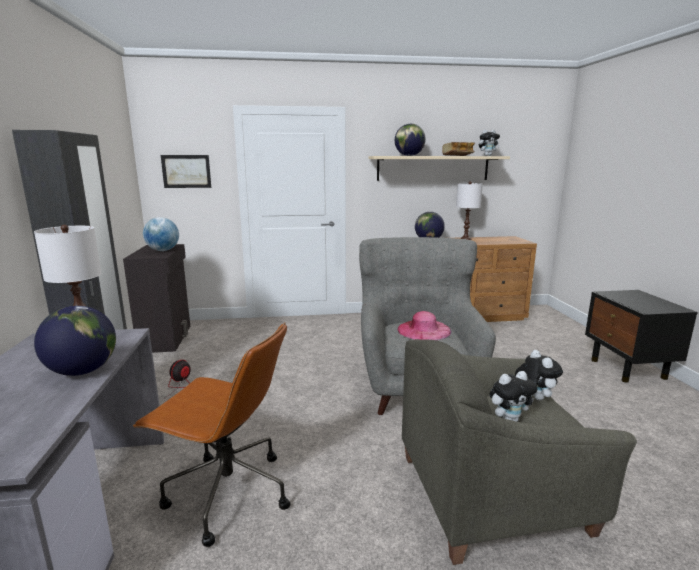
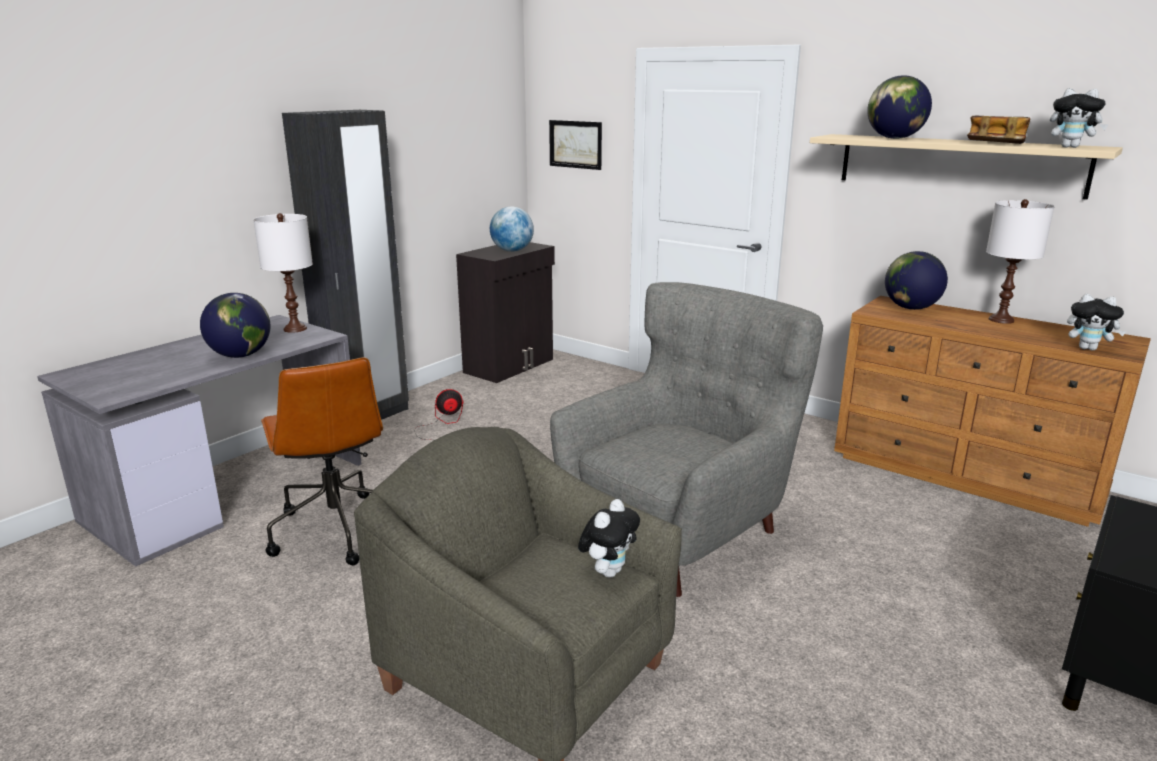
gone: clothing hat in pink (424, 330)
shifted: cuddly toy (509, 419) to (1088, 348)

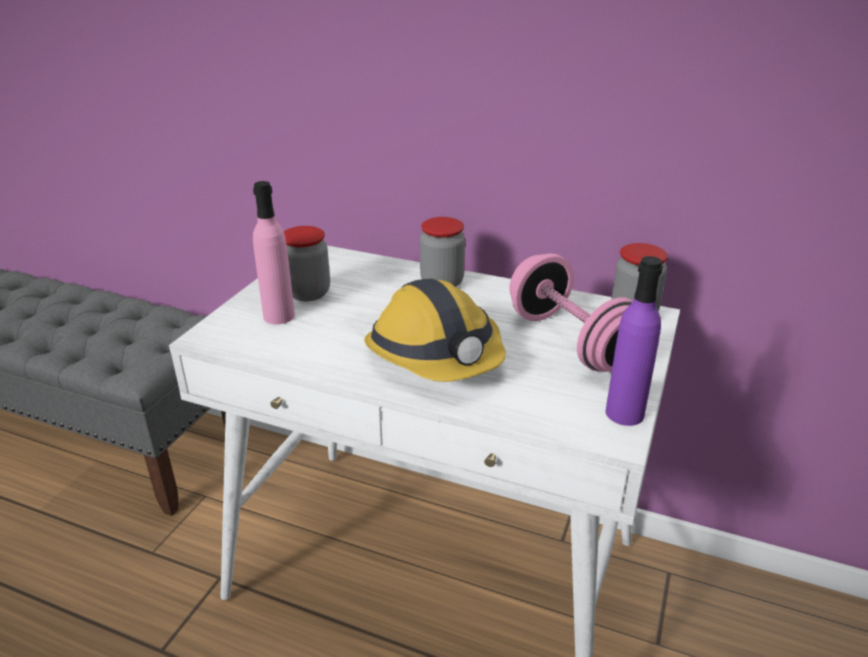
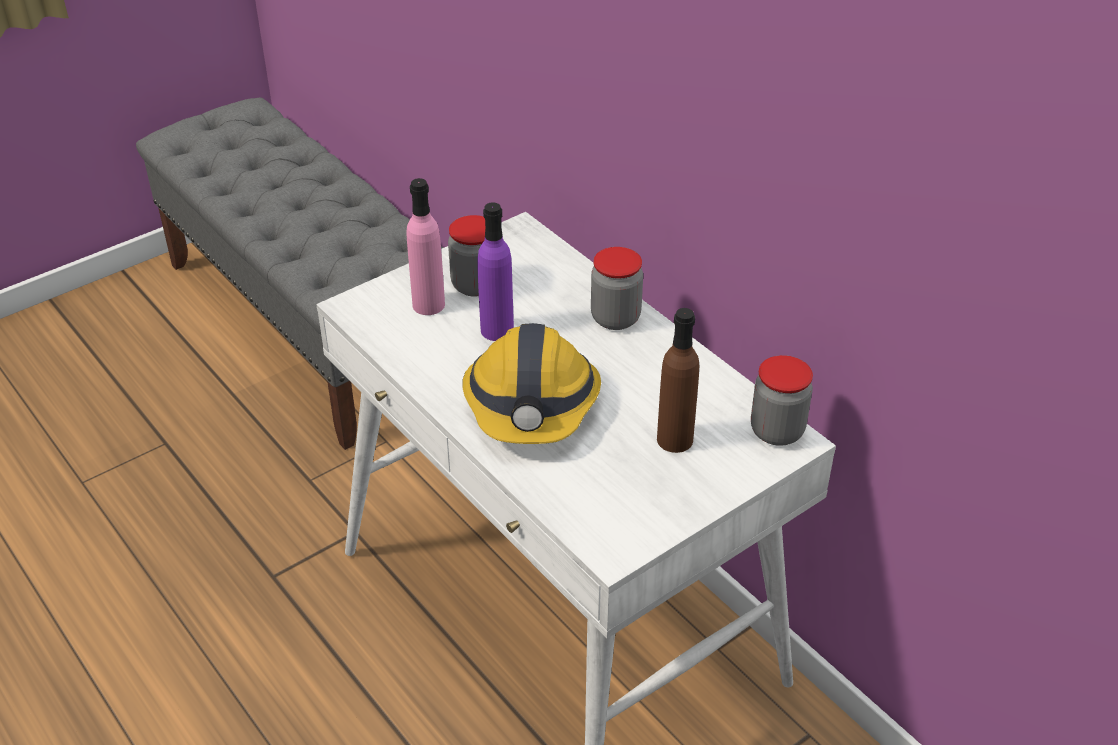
shifted: drink bottle in purplish (624, 413) to (497, 330)
swapped: hand weight in pink (571, 341) to drink bottle in brownish (674, 439)

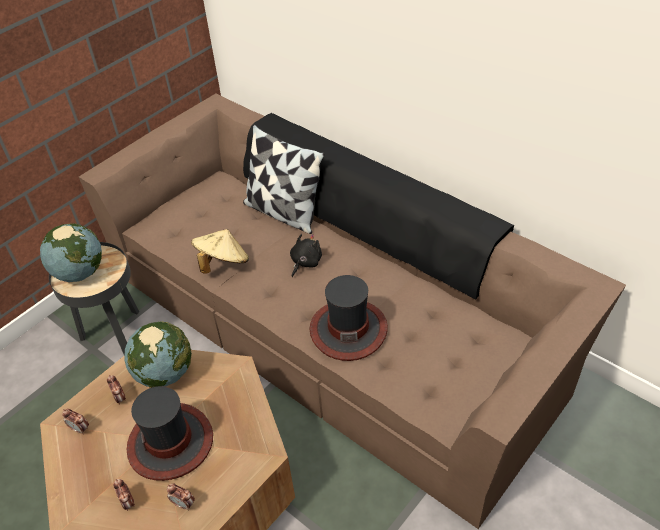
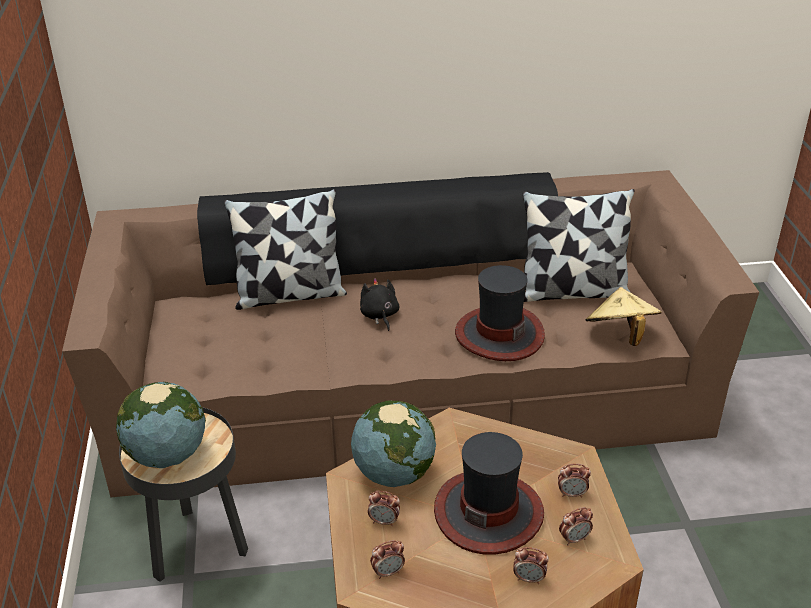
new: pillow (572, 291); bedside clock (572, 494)
shifted: clothing hat in sand-coloured (222, 263) to (620, 335)

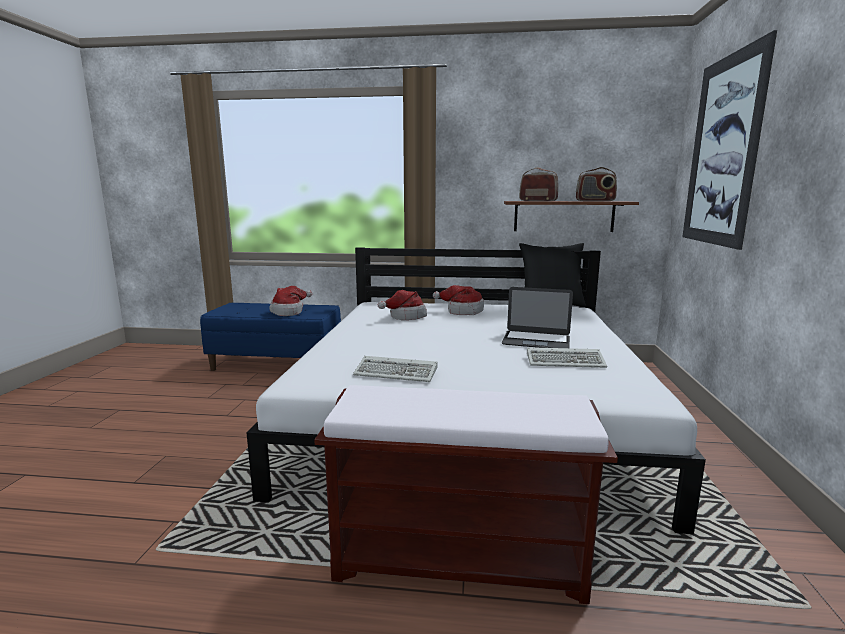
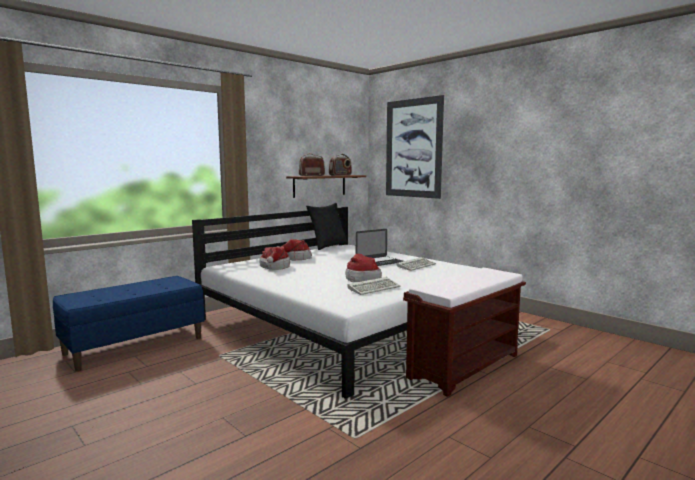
shifted: clothing hat (289, 311) to (362, 278)

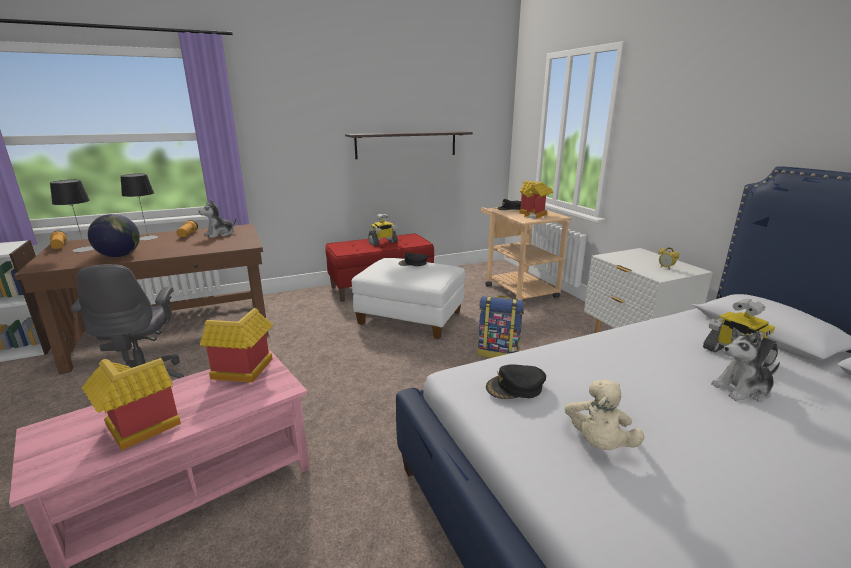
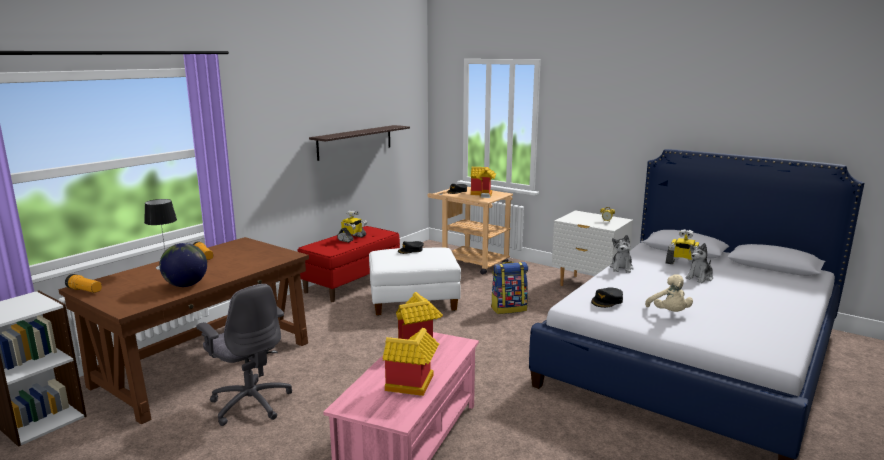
gone: table lamp (84, 249)
shifted: cuddly toy (220, 234) to (621, 268)

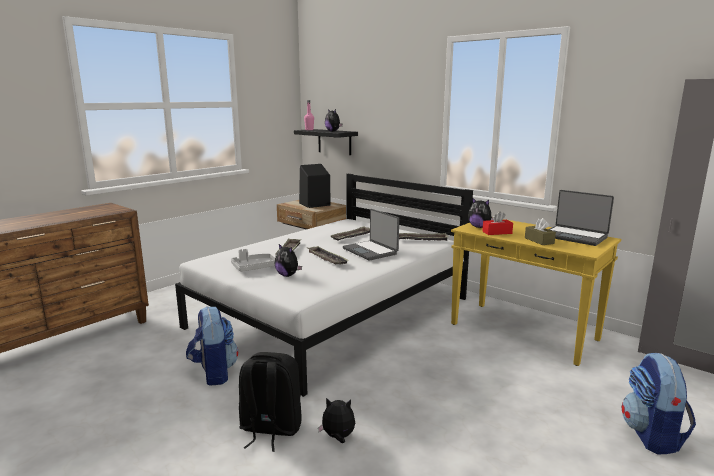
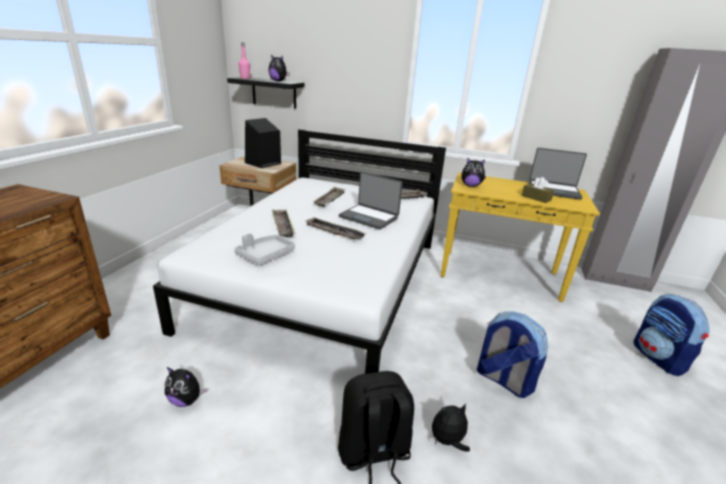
gone: tissue holder in red-coloured (497, 232)
shifted: cuddly toy (288, 275) to (186, 400); backpack (214, 373) to (502, 380)

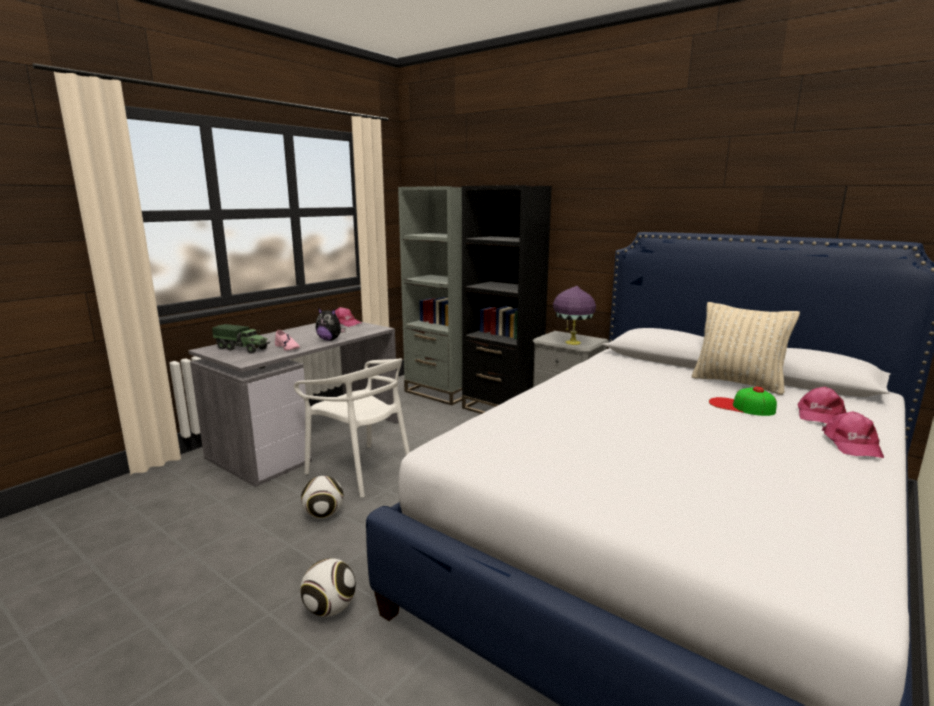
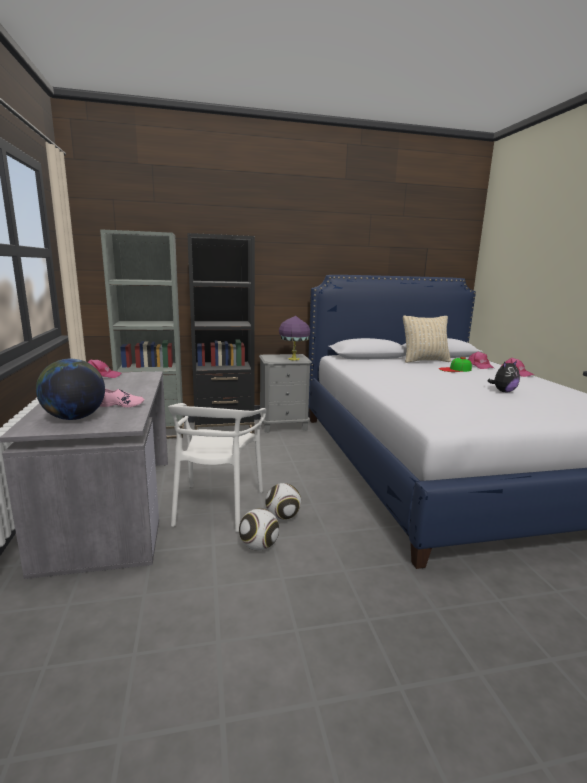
shifted: cuddly toy (330, 340) to (503, 391); ball for football (329, 609) to (282, 517)
swapped: model truck (243, 349) to world globe (74, 418)
rotated: chair in white-coloured (361, 470) = (216, 506) 105 degrees clockwise

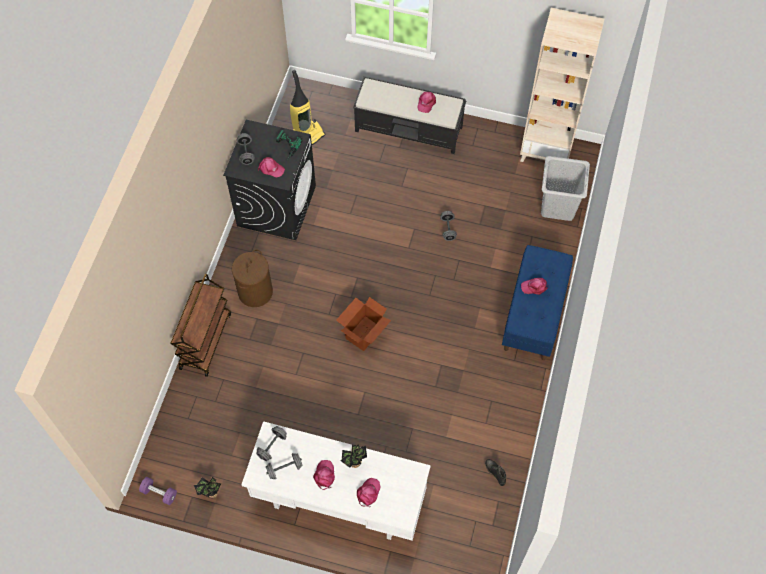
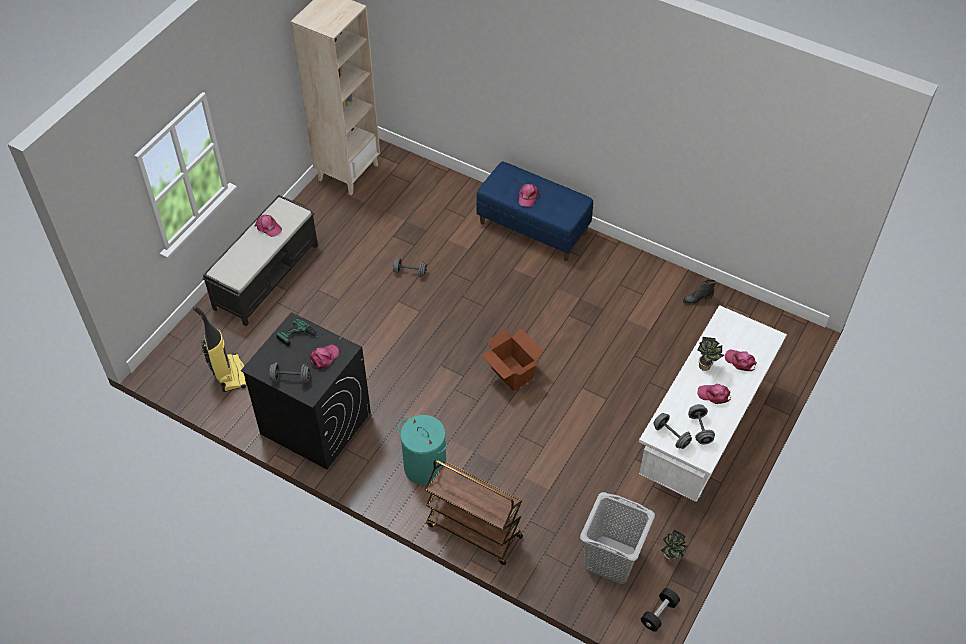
shifted: washing basket in greyish (558, 206) to (612, 559)
repainted: washing basket in brownish (255, 291) to washing basket in turquoise-coloured (424, 466); hand weight in purplish (159, 493) to hand weight in black (659, 613)

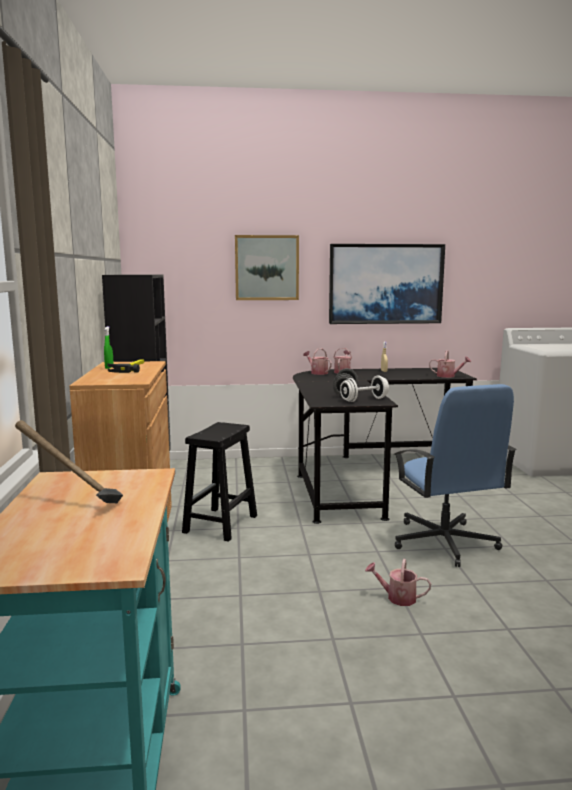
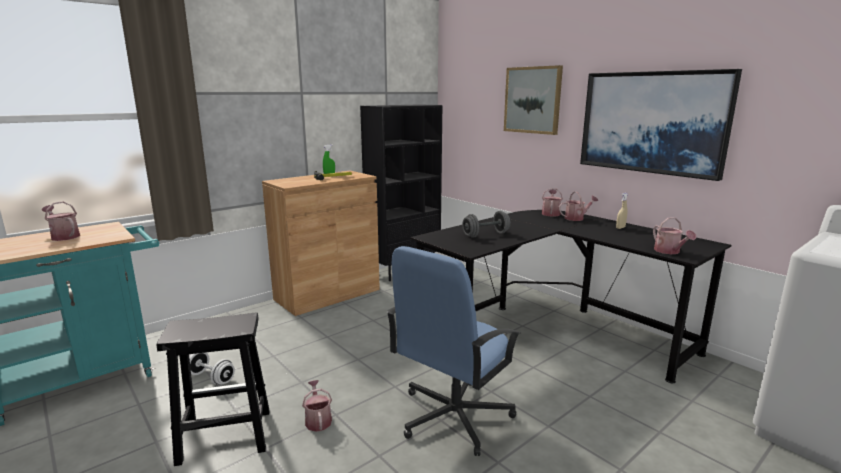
shifted: hand weight in white-coloured (364, 400) to (211, 378); stool in black (220, 524) to (223, 437)
swapped: hand hammer (72, 502) to watering pot (63, 236)

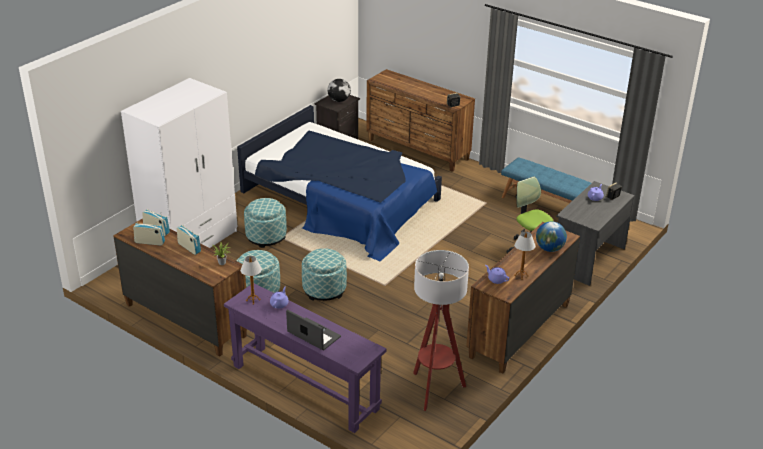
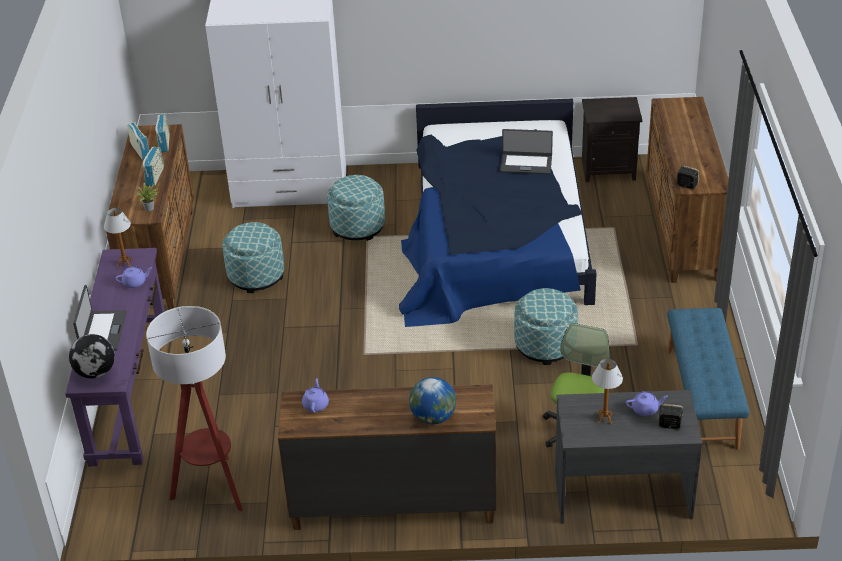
new: notebook computer (526, 164)
shifted: world globe (339, 100) to (96, 372); table lamp (521, 276) to (604, 418); footrest (324, 289) to (545, 345)

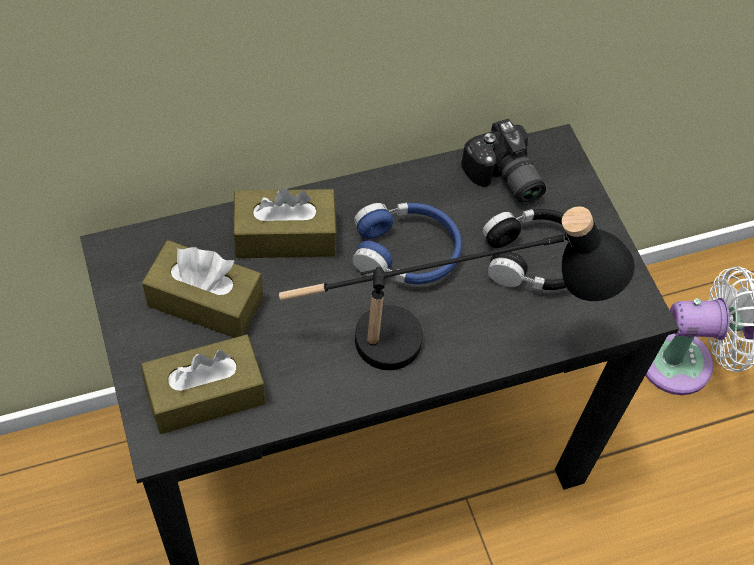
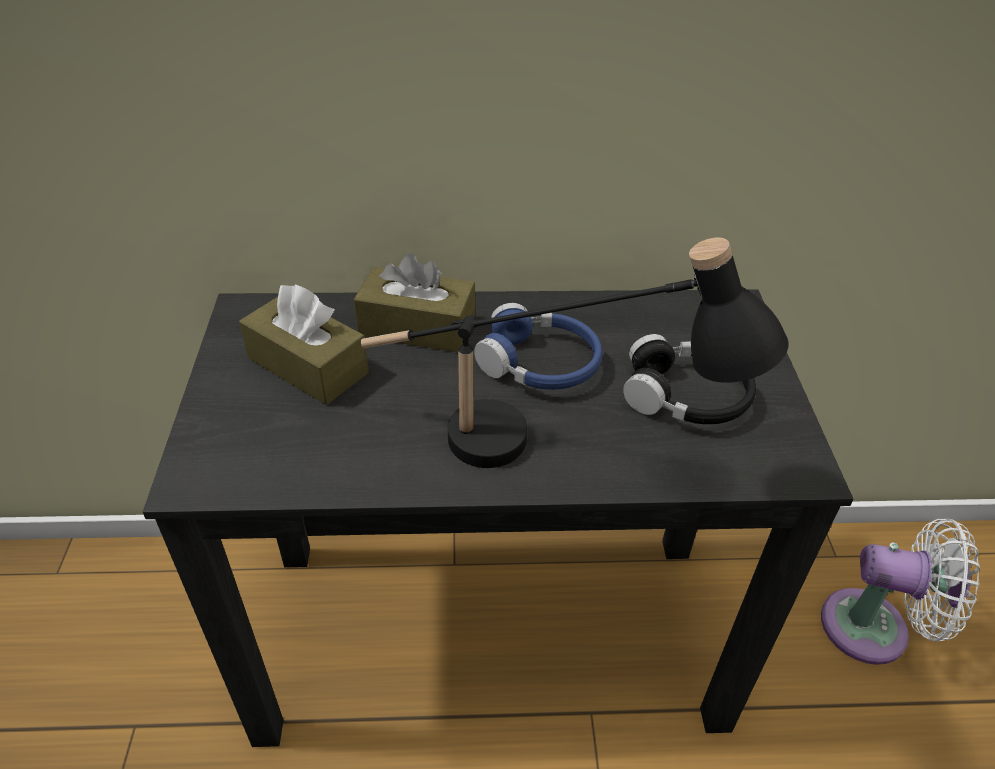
gone: still camera (503, 180); tissue holder in brownish (206, 394)

